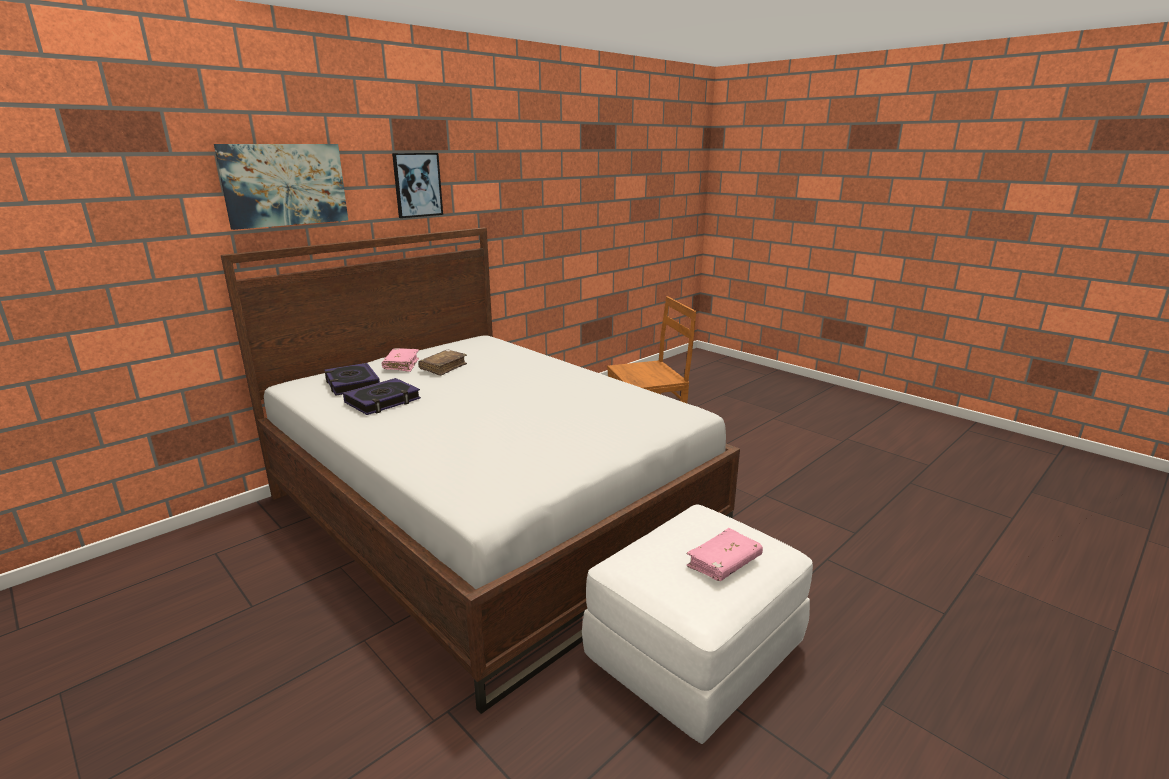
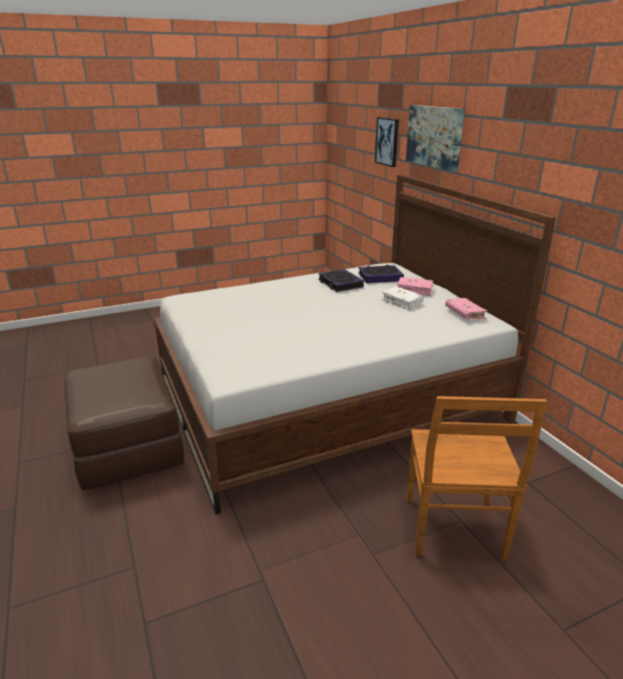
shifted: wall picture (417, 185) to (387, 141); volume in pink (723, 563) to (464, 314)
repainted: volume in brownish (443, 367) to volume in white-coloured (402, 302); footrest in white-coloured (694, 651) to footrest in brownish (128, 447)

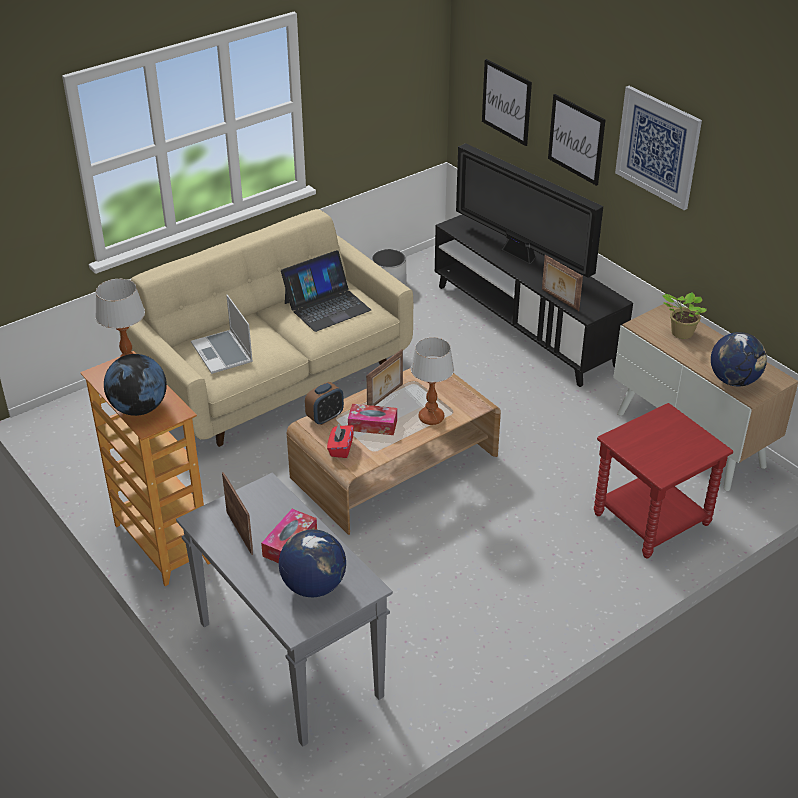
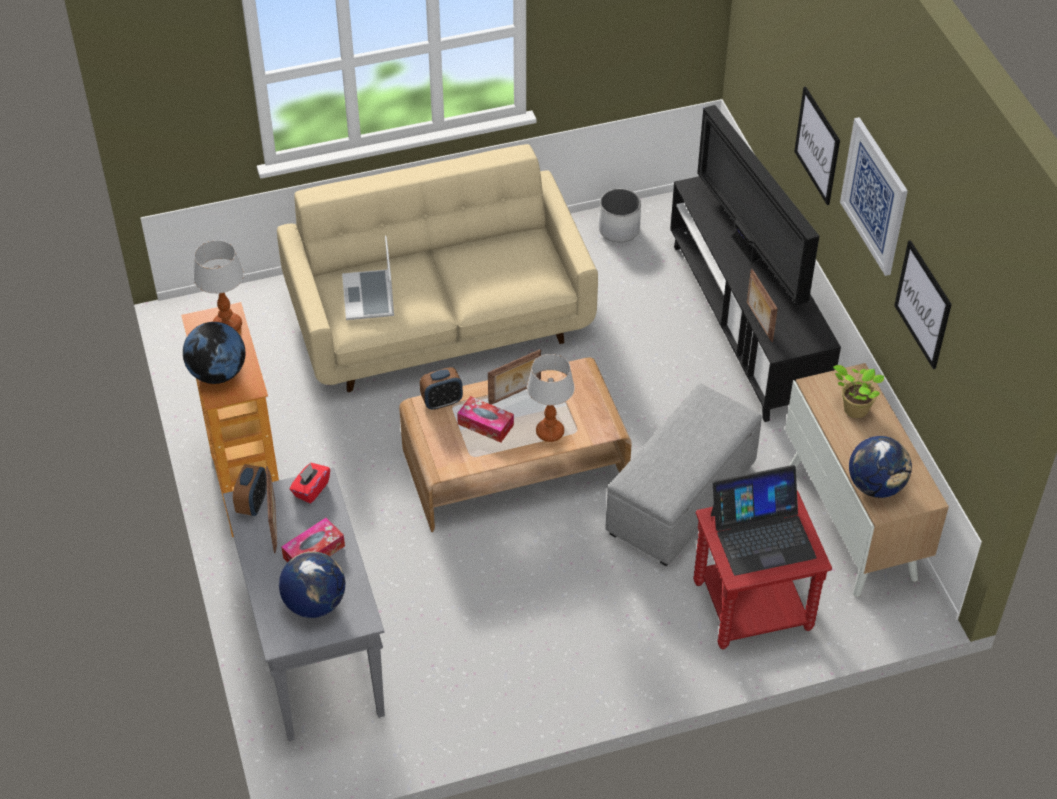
new: footrest in greyish (680, 499); bedside clock (252, 503)
shifted: wall picture (506, 102) to (923, 304); notebook computer (327, 306) to (762, 535); tissue holder in red-coloured (340, 448) to (311, 489)

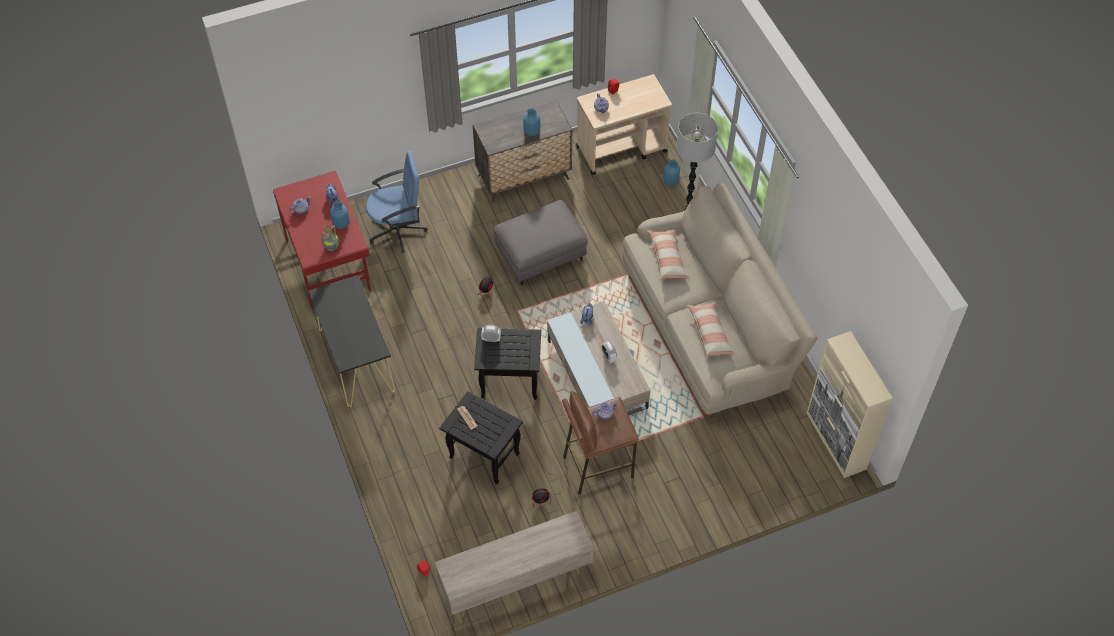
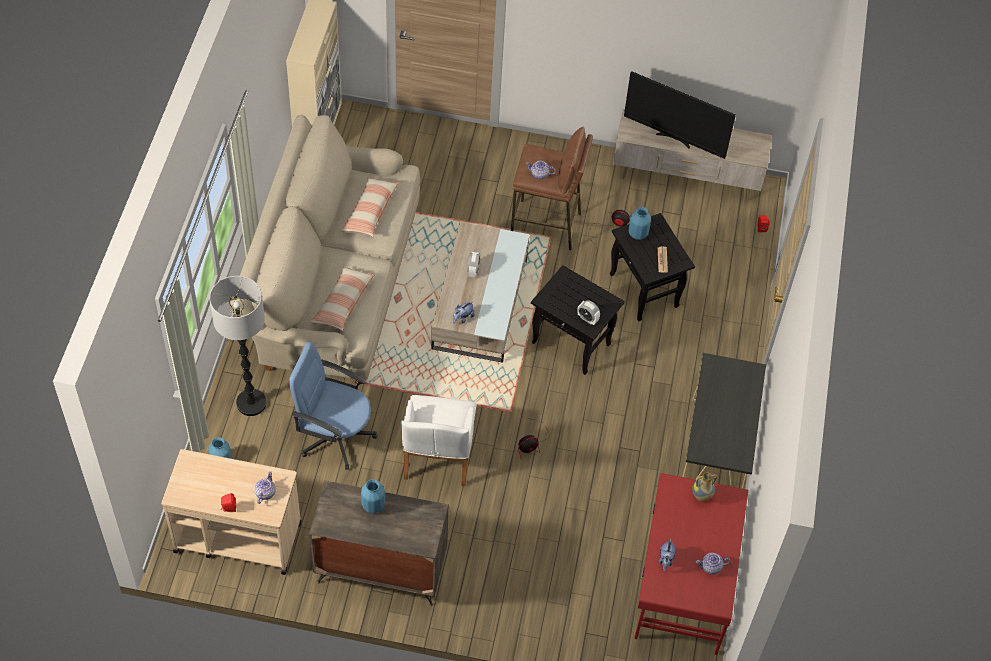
new: TV set (674, 139)
shifted: computer chair in bluish (398, 230) to (335, 435); vase in bluish (341, 224) to (637, 234)
swapped: footrest in greyish (541, 255) to lounge chair in white-coloured (437, 459)

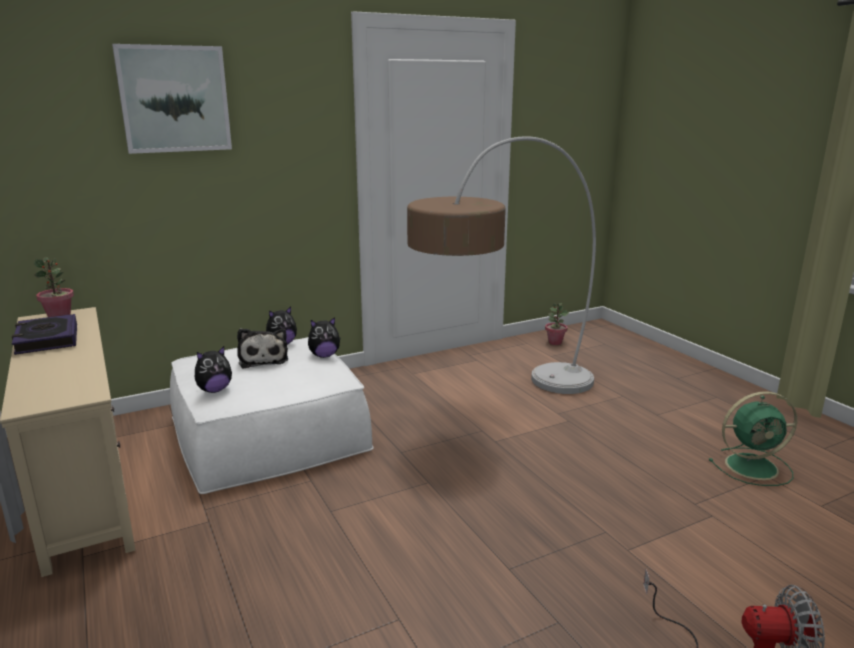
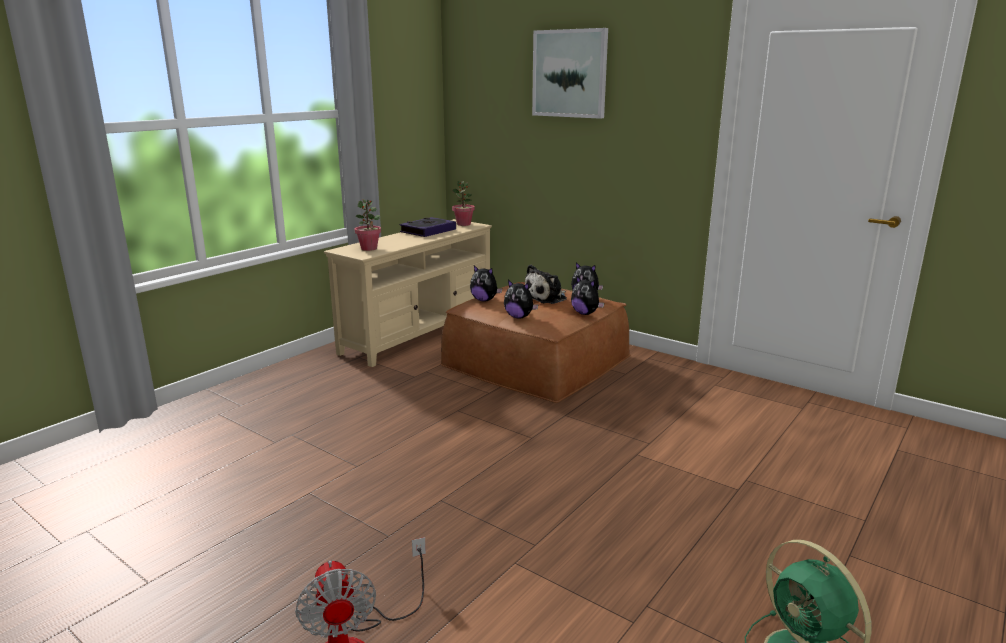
gone: standing lamp (501, 404)
new: cuddly toy (519, 317)
shifted: potted plant (555, 342) to (369, 248)
repainted: footrest in white-coloured (269, 432) to footrest in brownish (537, 360)

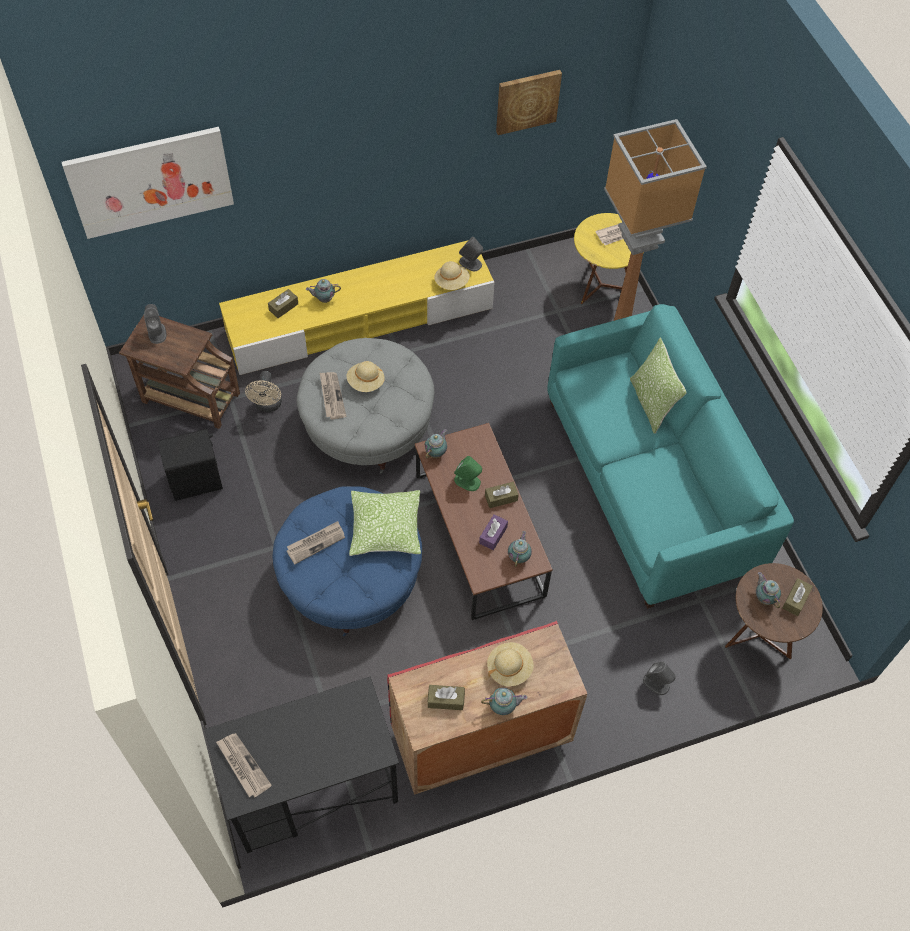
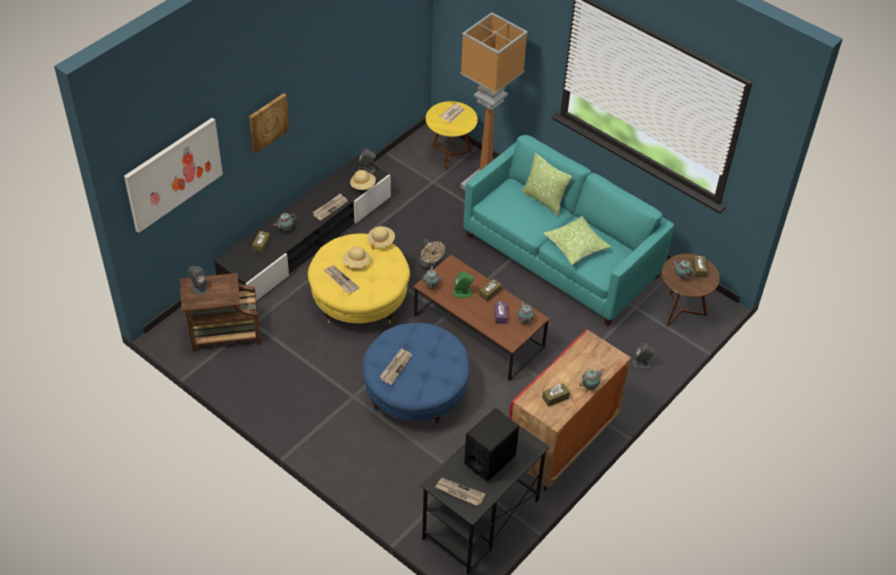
new: newspaper (330, 208)
shifted: wall picture (527, 101) to (267, 122); cooling fan in sand-coloured (268, 406) to (429, 265); audio speaker in black (196, 480) to (490, 459); pillow (385, 528) to (576, 246); clothing hat in sand-coloured (509, 668) to (381, 241)
repainted: tv unit in yellowish (360, 320) to tv unit in black (307, 239); footrest in greyish (368, 425) to footrest in yellowish (360, 299)

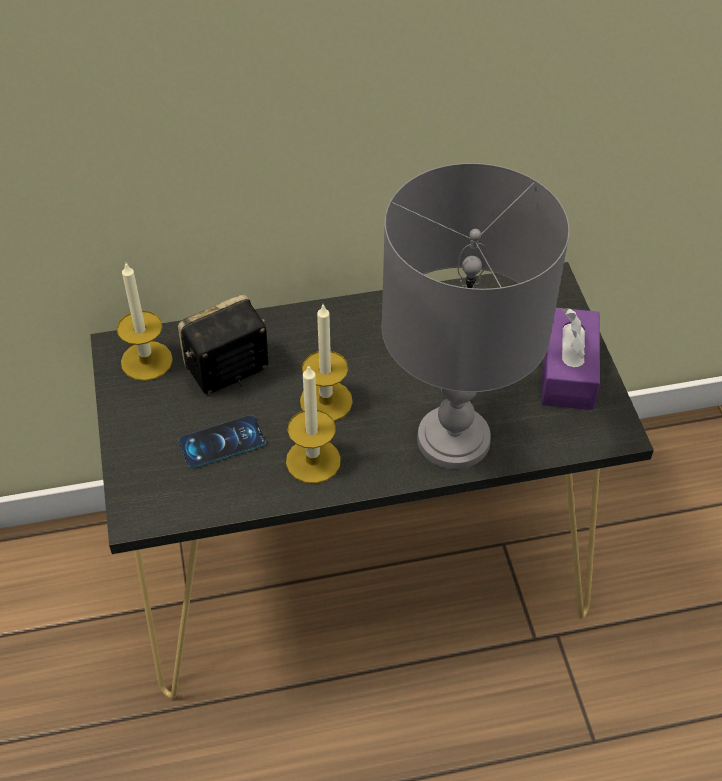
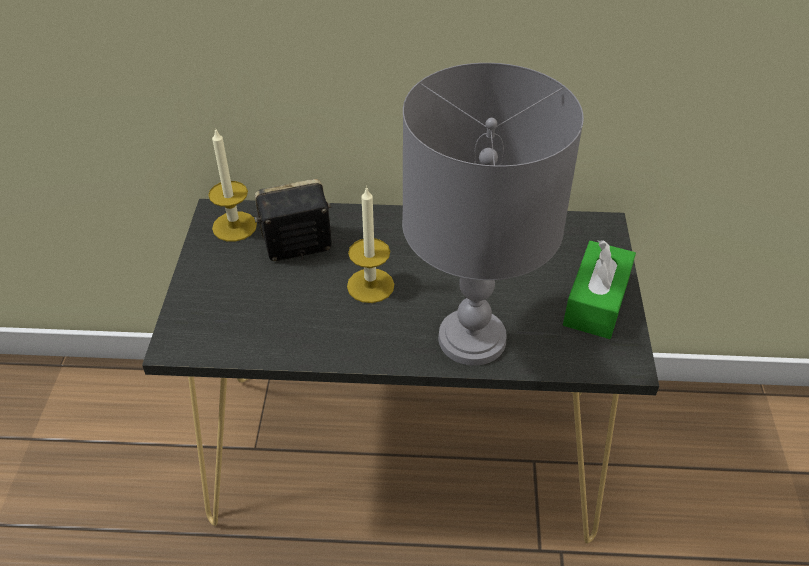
gone: wax candle (313, 461); handset (222, 442)
repainted: tissue holder in purplish (567, 371) to tissue holder in green (596, 302)

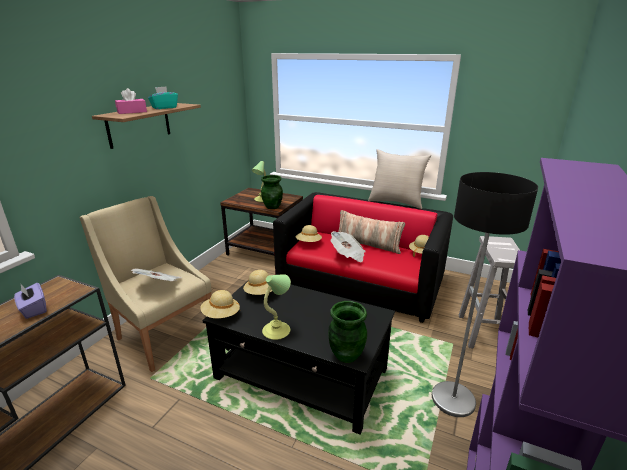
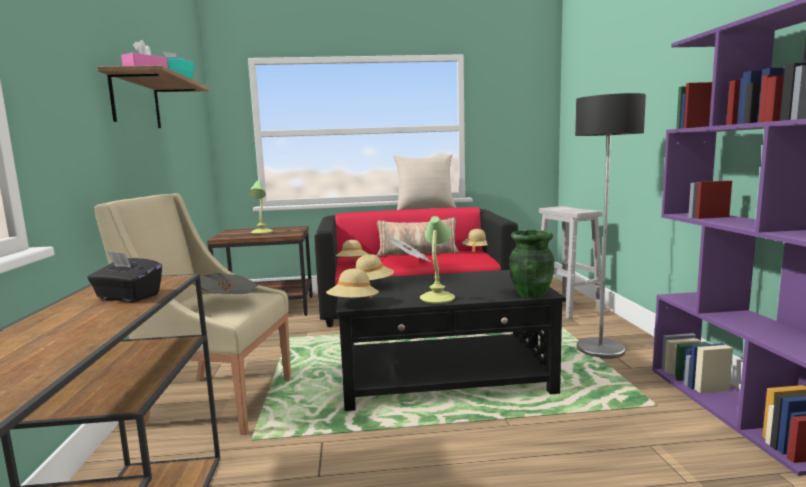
gone: vase in green (273, 207)
repainted: tissue holder in purplish (33, 309) to tissue holder in black (128, 297)

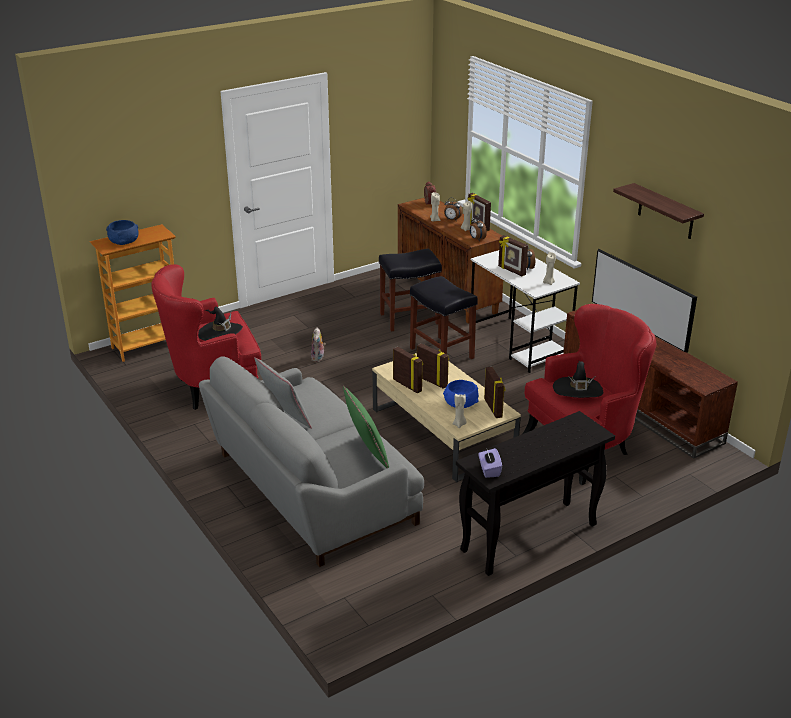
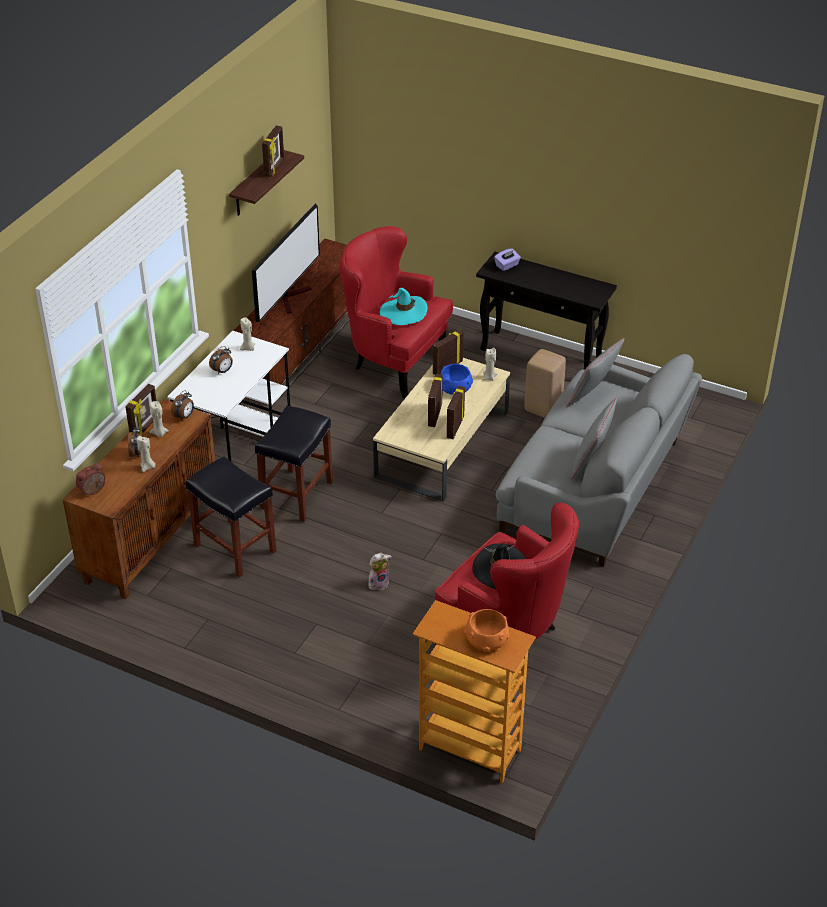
new: stool in sand-coloured (544, 408)
shifted: picture frame (511, 271) to (275, 168); tissue holder in purplish (489, 470) to (507, 265)
repainted: serving bowl in bluish (124, 240) to serving bowl in orange (486, 639); clothing hat in black (577, 390) to clothing hat in turquoise-coloured (403, 312); pillow in green (366, 454) to pillow in greyish (592, 397)

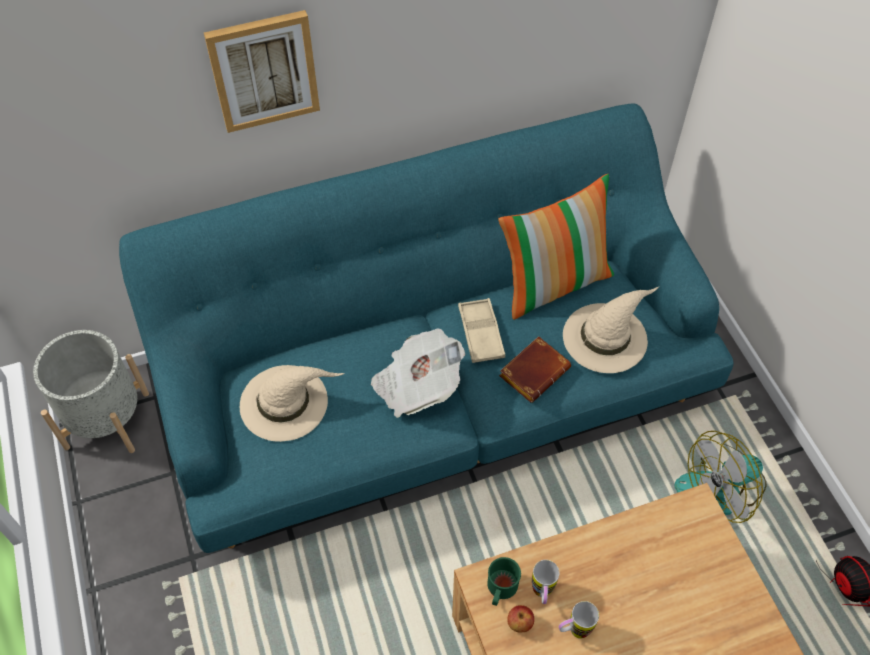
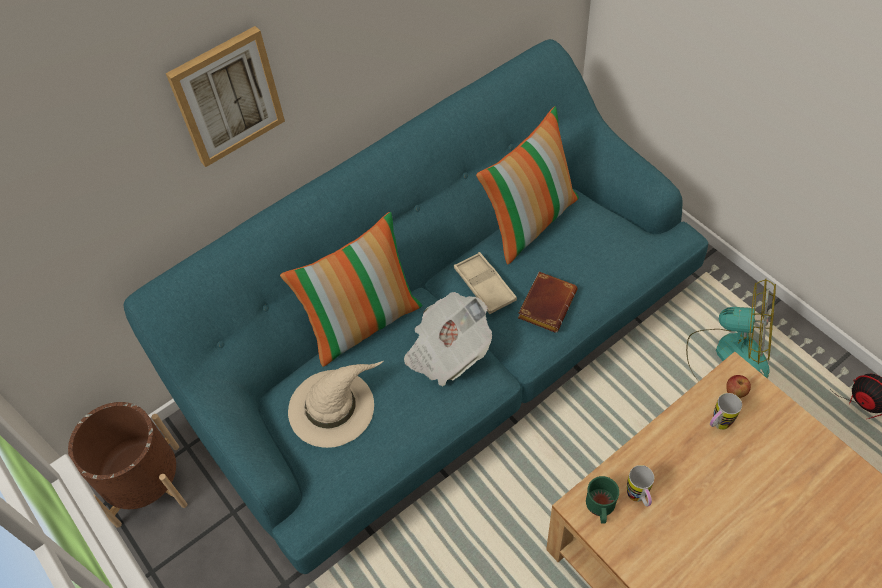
gone: clothing hat in sand-coloured (605, 336)
new: pillow (363, 322)
shifted: mug (573, 631) to (717, 425); apple (519, 623) to (735, 392)
repainted: plant pot in greyish (107, 420) to plant pot in brownish (148, 485)
rotated: cooling fan (721, 487) = (728, 354) 120 degrees counterclockwise

